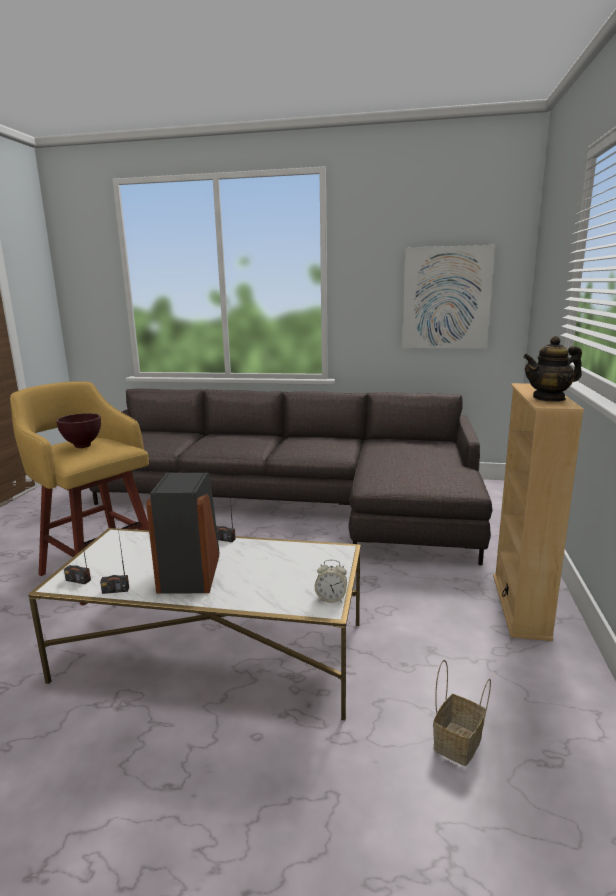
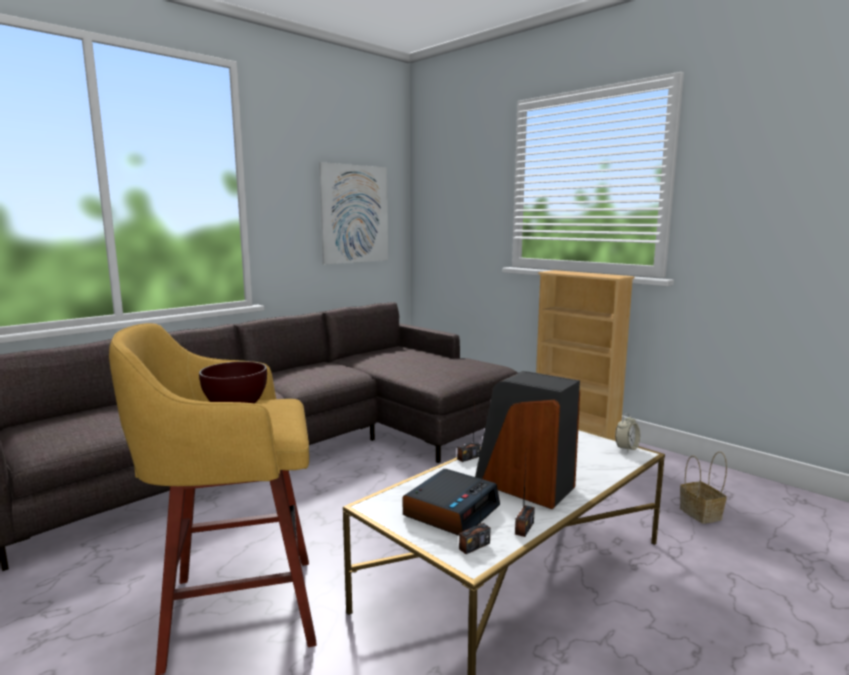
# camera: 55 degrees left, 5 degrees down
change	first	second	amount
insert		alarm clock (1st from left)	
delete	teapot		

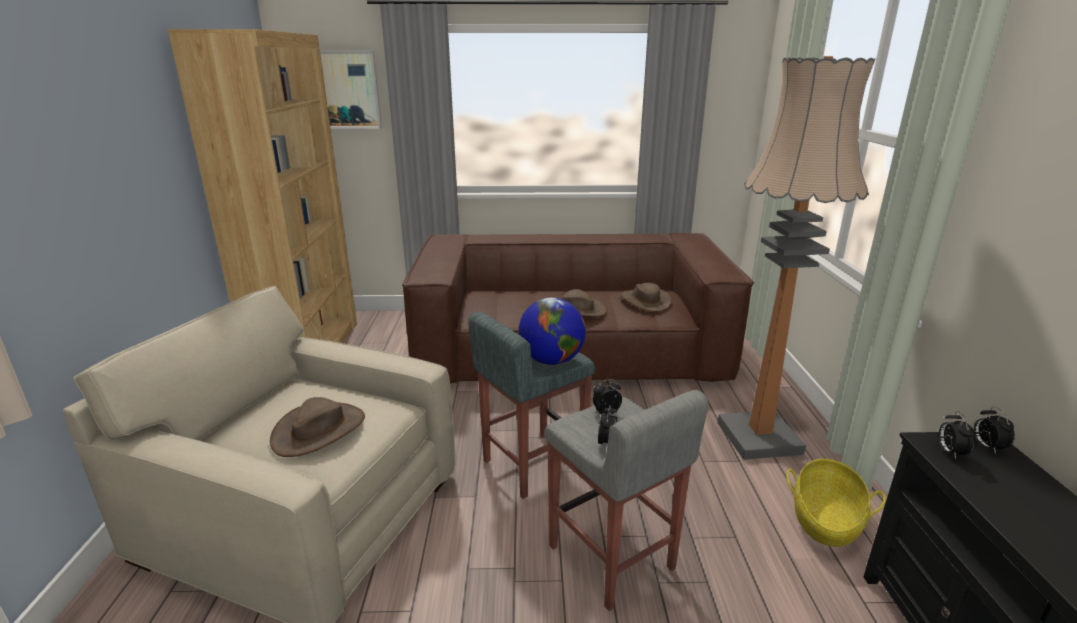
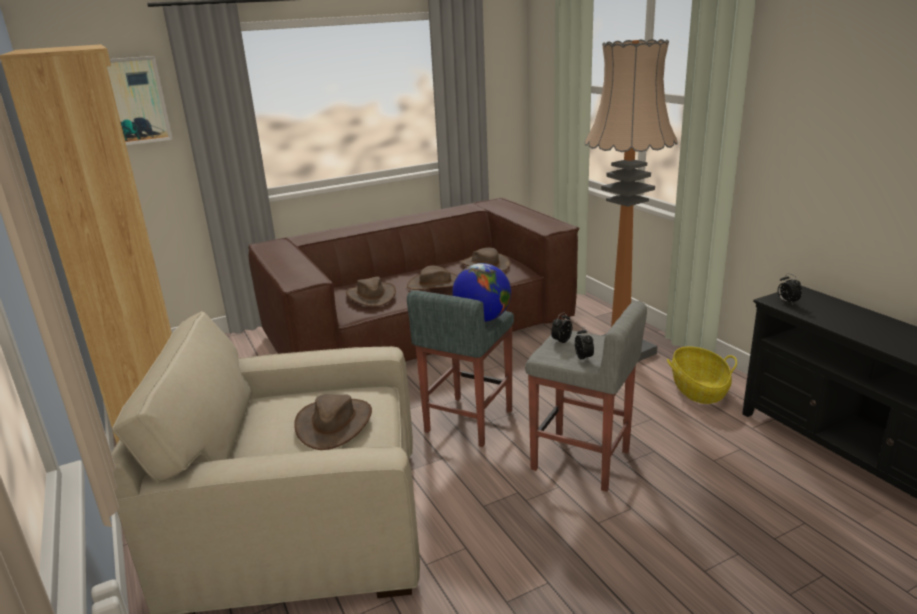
# camera: 25 degrees left, 0 degrees up
change	first	second	amount
insert		brown hat (2nd from left)	
delete	alarm clock (4th from left)		

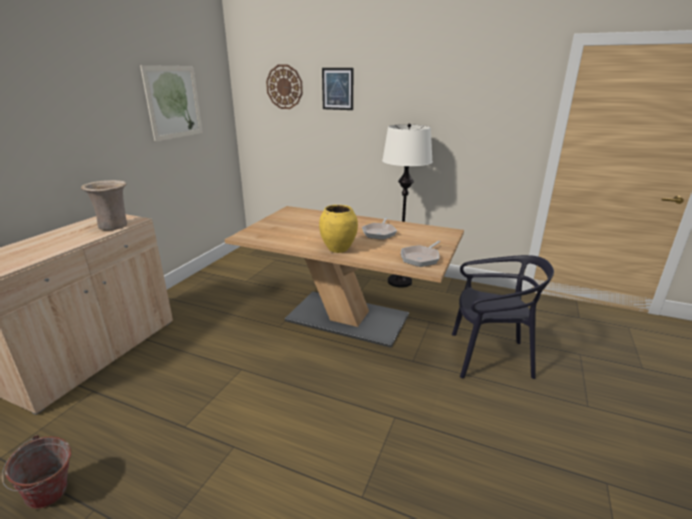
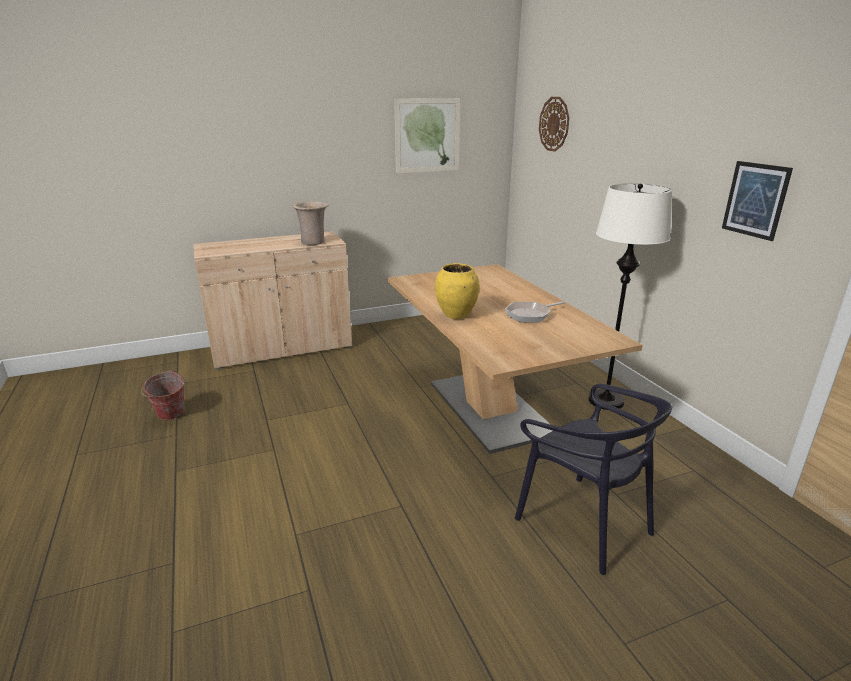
# camera: 45 degrees right, 0 degrees up
change	first	second	amount
move	picture (2nd from left)		
delete	frying pan (2nd from left)		

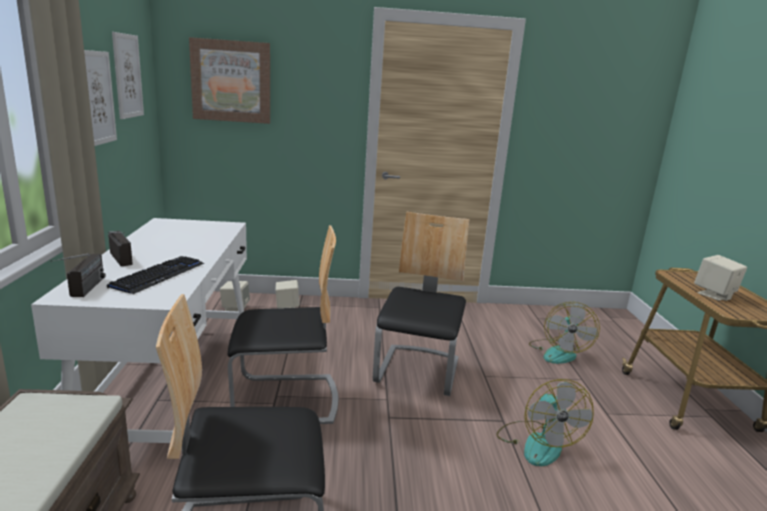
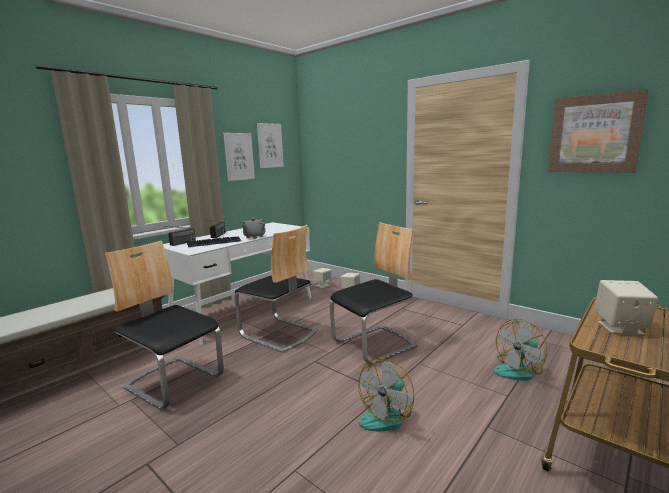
# camera: 45 degrees right, 5 degrees down
change	first	second	amount
insert		grey teapot	
move	picture (3rd from left)		

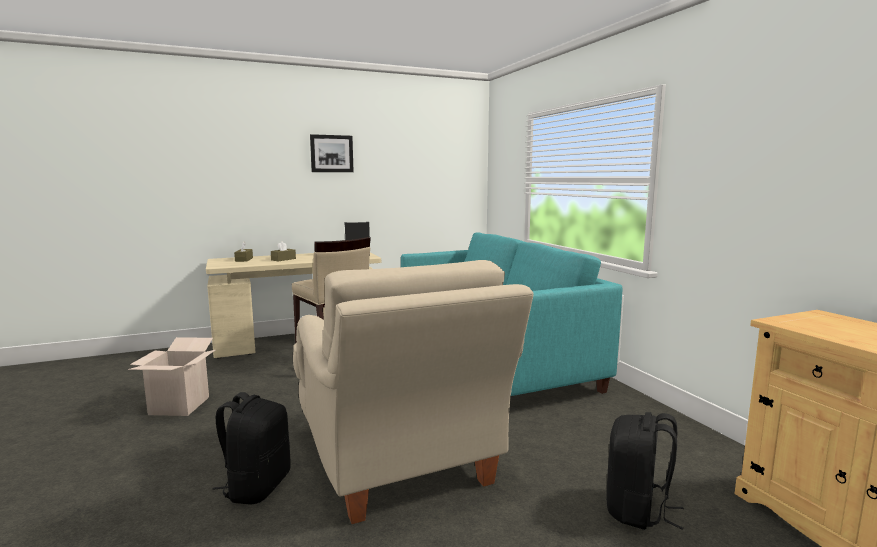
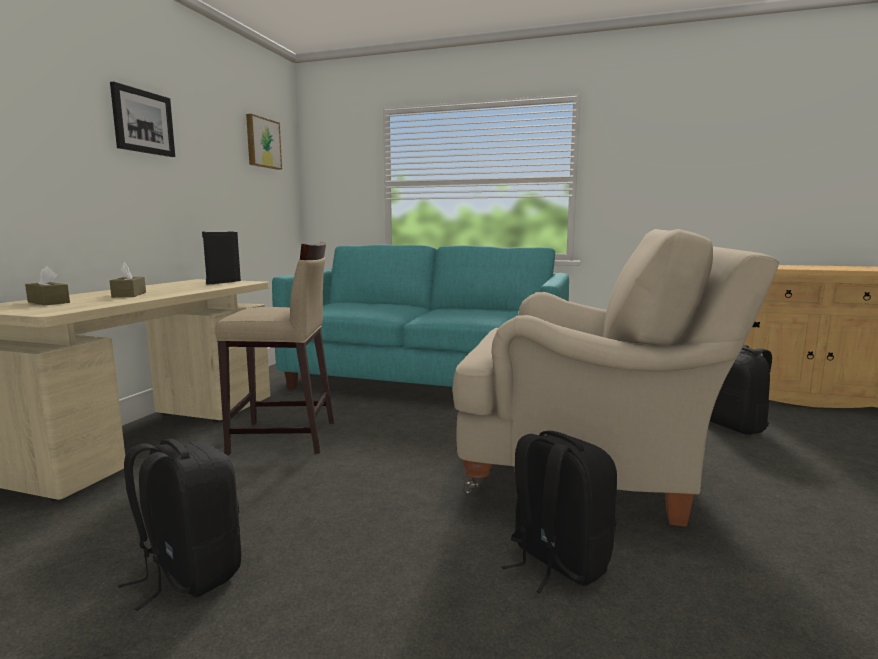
# camera: 50 degrees left, 0 degrees up
change	first	second	amount
replace	cardboard box	black backpack (1st from left)	
insert		picture (2nd from left)	

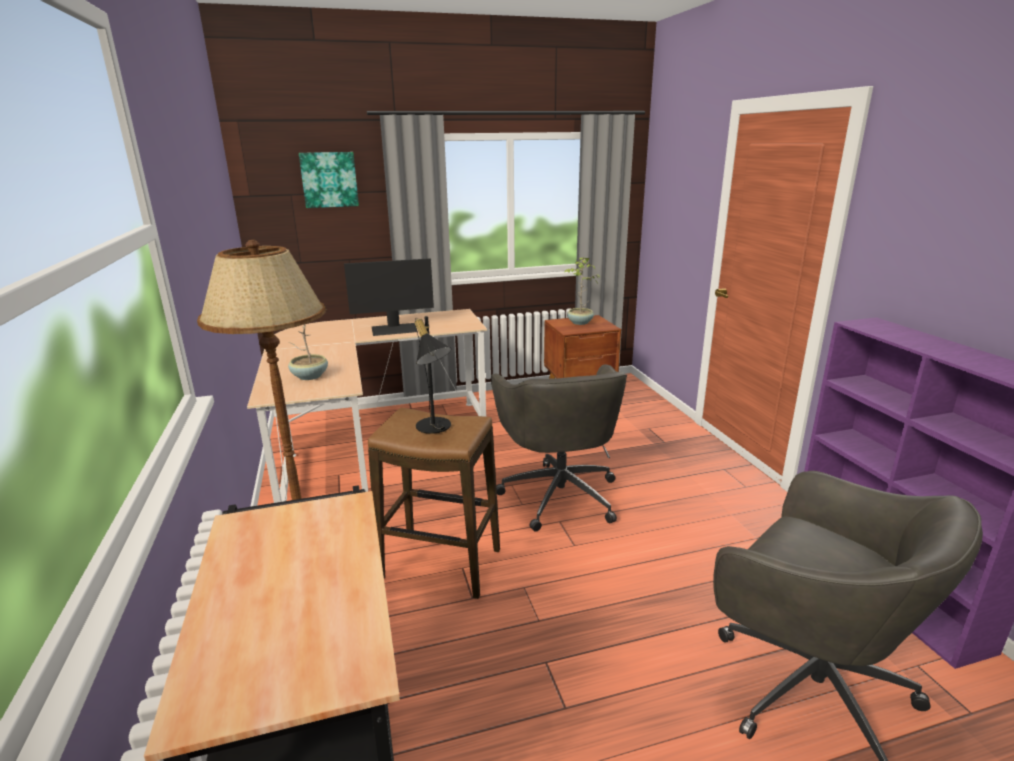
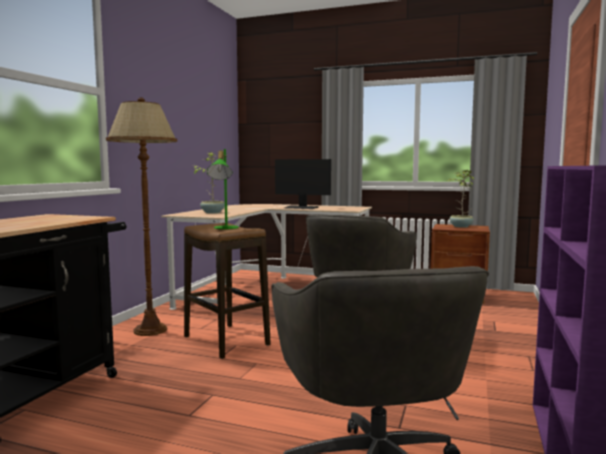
# camera: 35 degrees right, 15 degrees down
change	first	second	amount
recolor	black table lamp	green table lamp	
delete	picture		

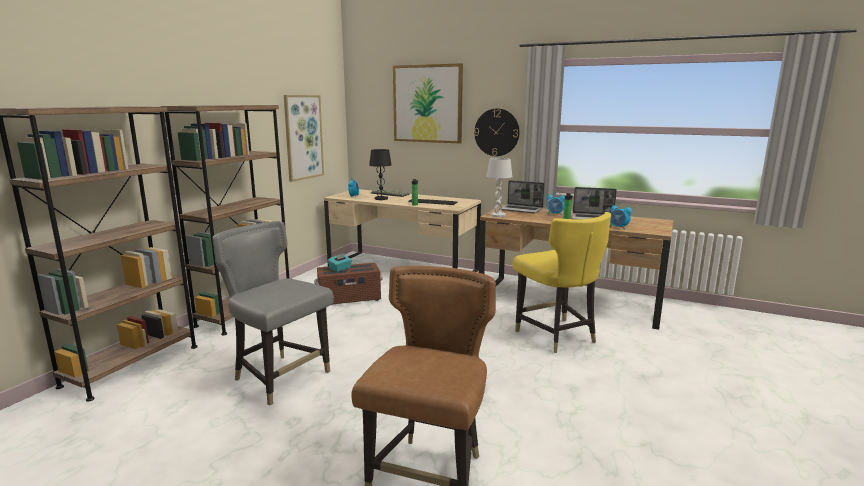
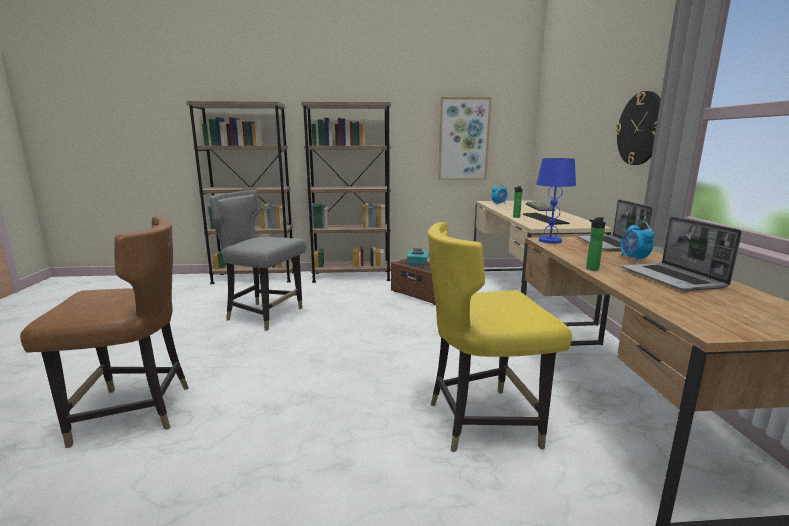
# camera: 60 degrees right, 0 degrees up
change	first	second	amount
rotate	grey chair		75 degrees counterclockwise
rotate	yellow chair		45 degrees clockwise
recolor	white table lamp	blue table lamp	
delete	black table lamp		
delete	picture (2nd from left)		
delete	alarm clock (3rd from left)		

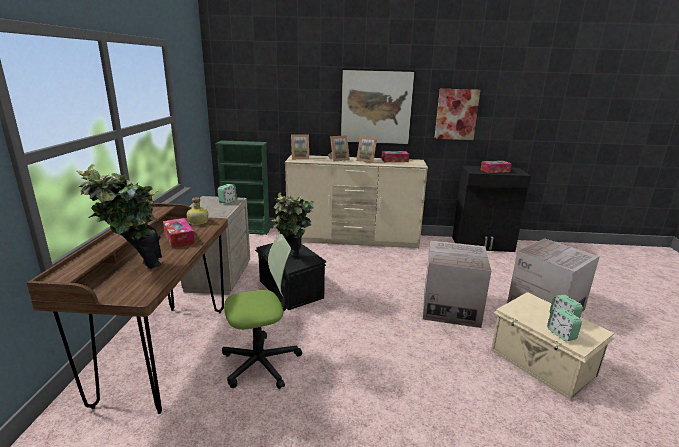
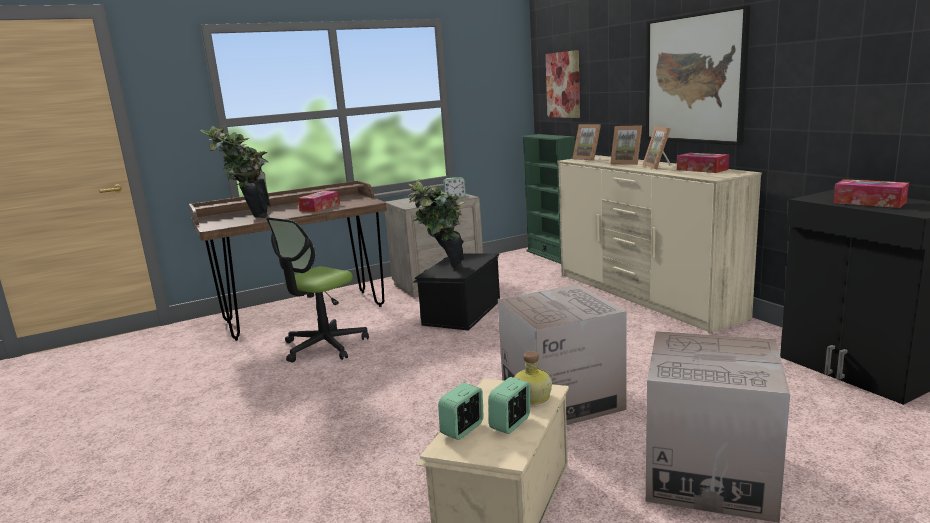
# camera: 60 degrees right, 5 degrees down
change	first	second	amount
rotate	office chair		90 degrees clockwise
move	bottle		
move	picture (2nd from left in the first image)	picture (1st from left)	

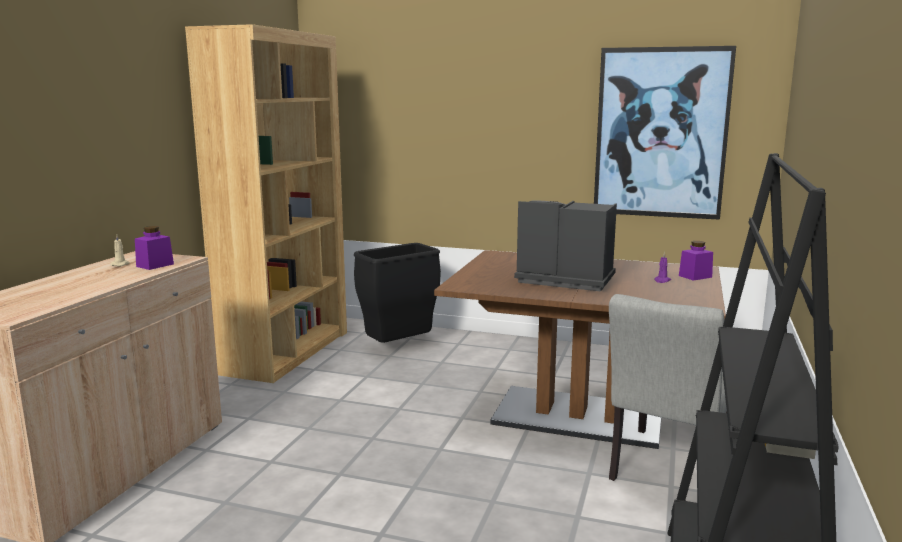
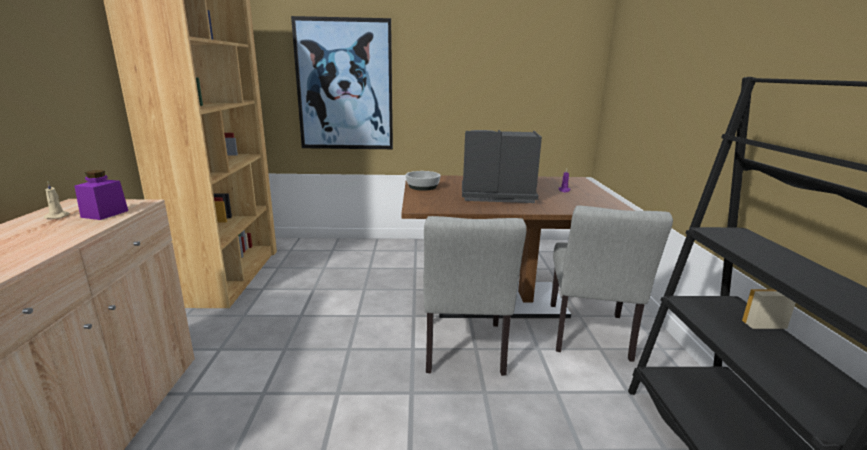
# camera: 20 degrees left, 5 degrees up
change	first	second	amount
move	picture		
insert		bowl	
insert		grey chair (1st from left)	
delete	black trash can		
delete	purple jar (2nd from left)		

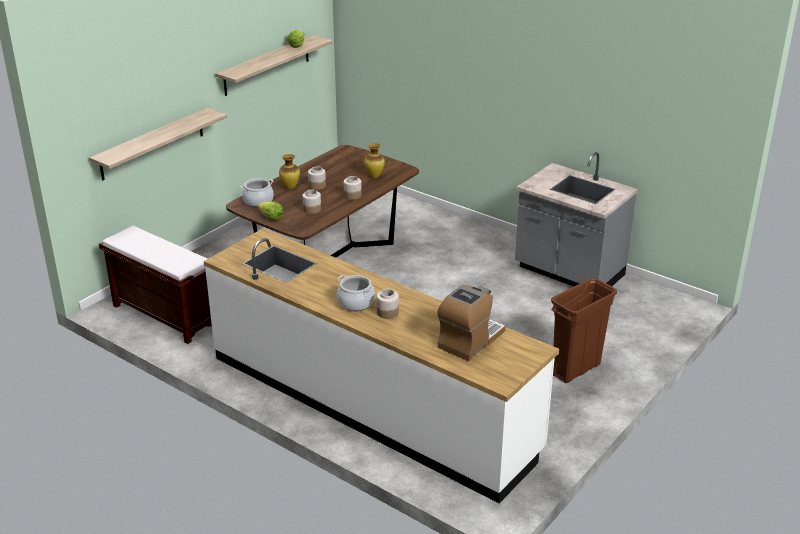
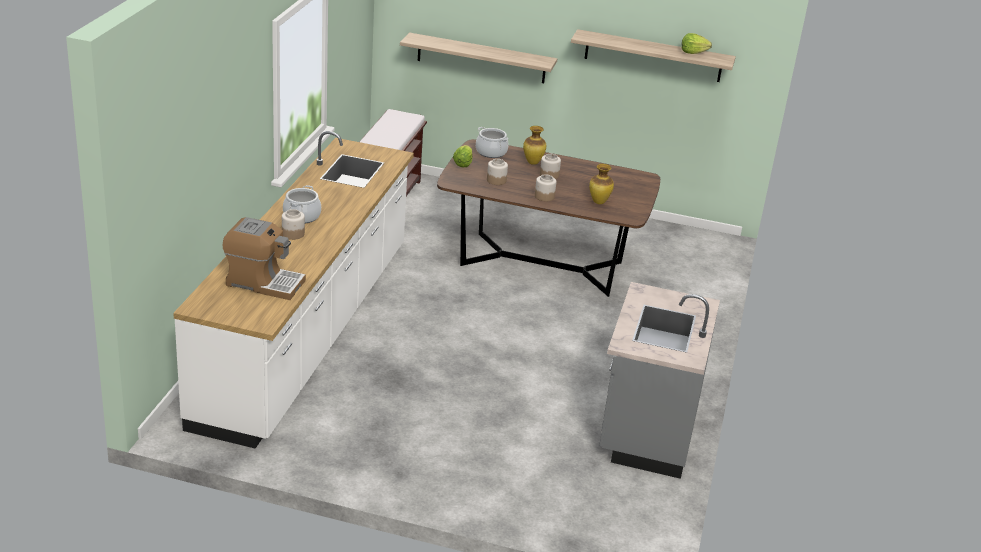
# camera: 65 degrees right, 0 degrees up
change	first	second	amount
delete	brown trash can		

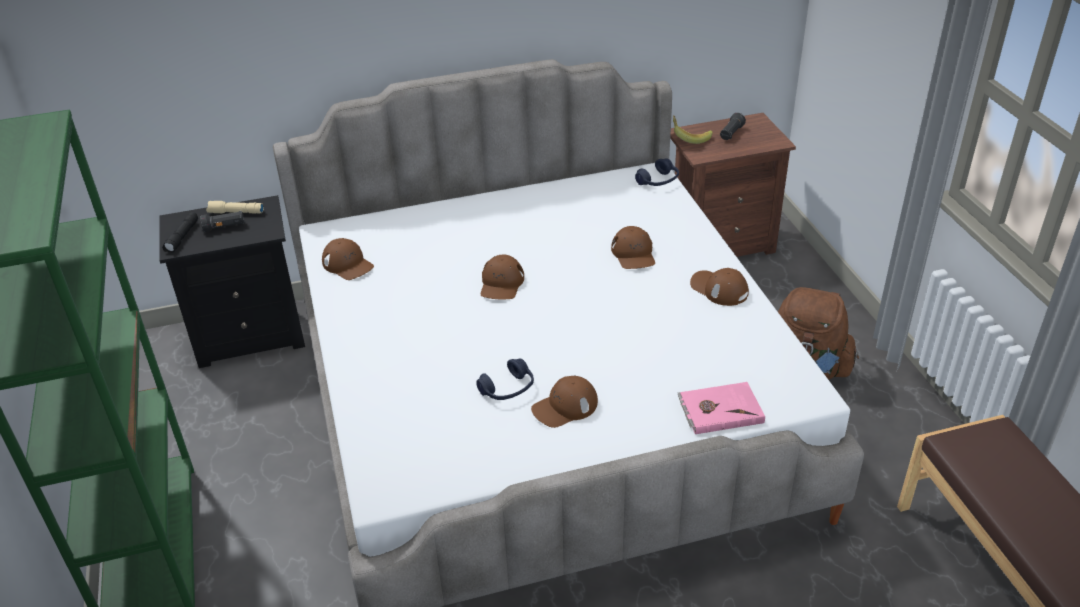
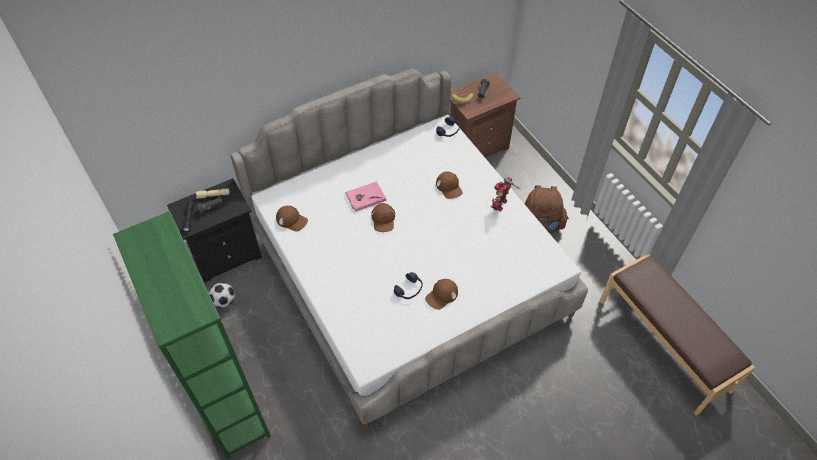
# camera: 15 degrees left, 15 degrees up
change	first	second	amount
insert		football	
move	pink book		
replace	brown cap (5th from left)	toy robot	

